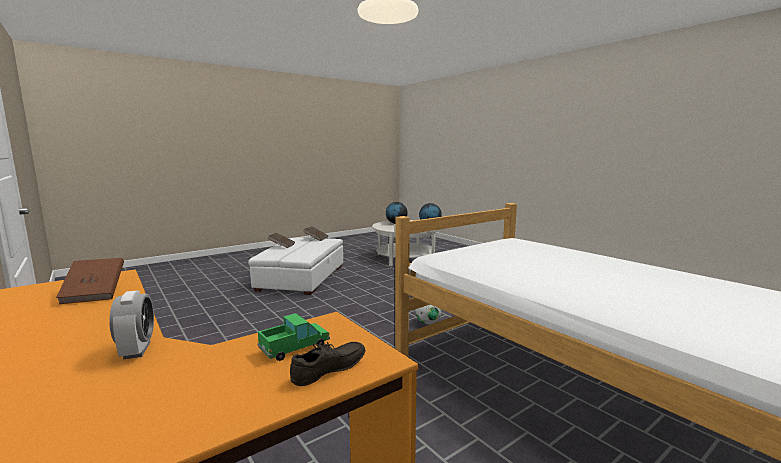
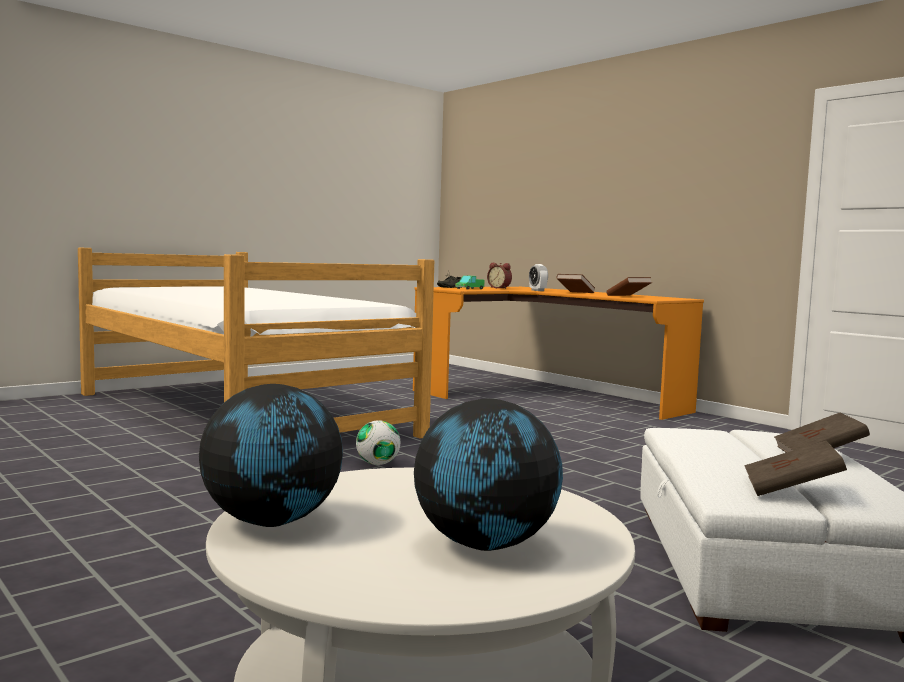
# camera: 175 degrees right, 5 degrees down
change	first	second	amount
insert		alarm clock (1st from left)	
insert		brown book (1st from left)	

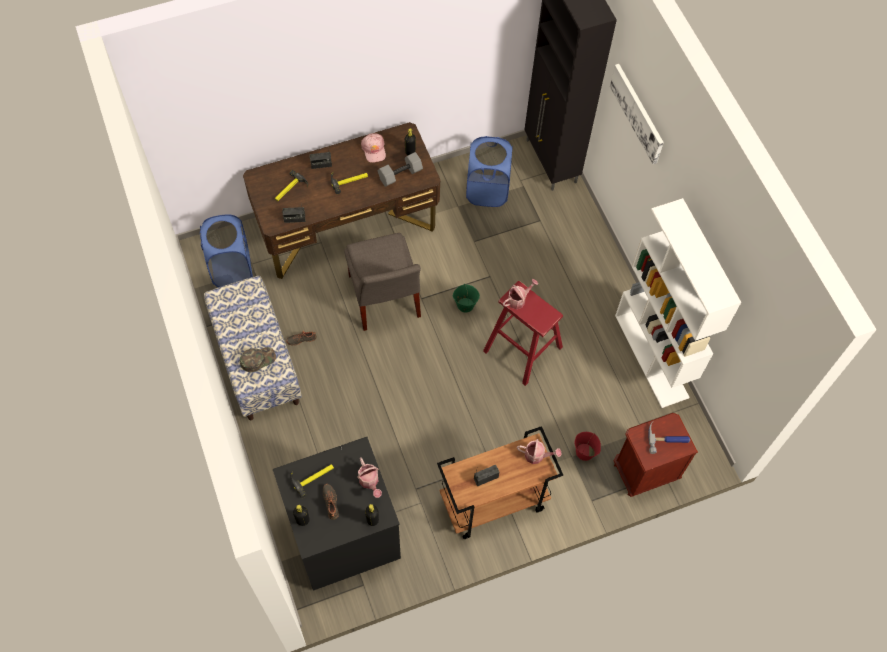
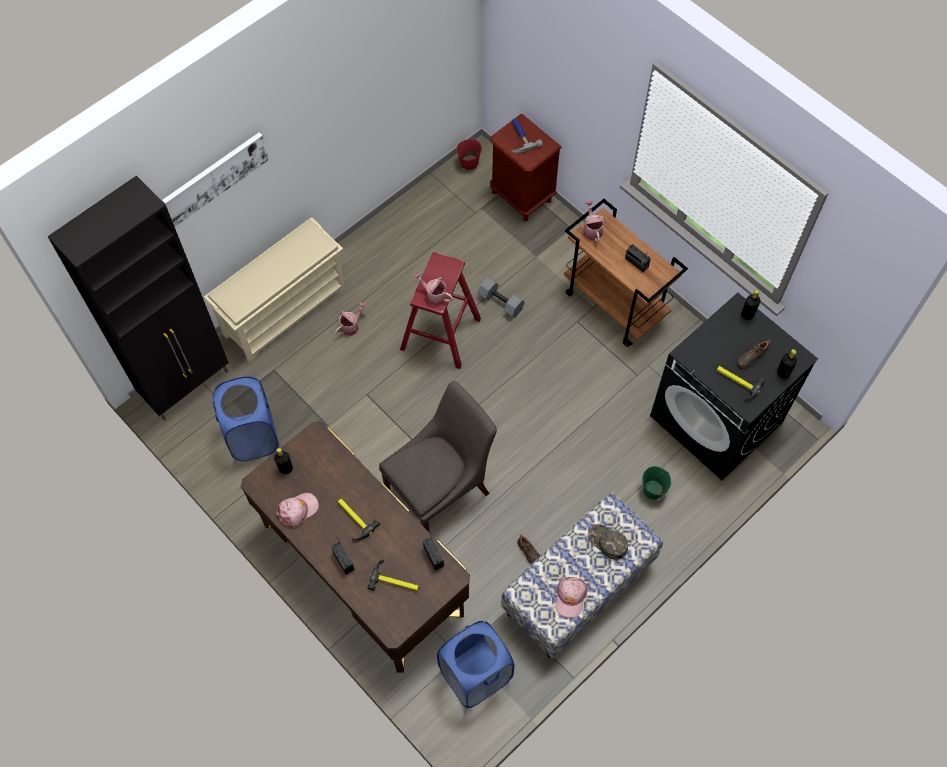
# camera: 110 degrees left, 0 degrees up
change	first	second	amount
insert		beige shoe rack	
move	watering can (1st from left)		
move	red bucket		
move	grey dumbbell		
insert		pink cap (2nd from left)	
move	green bucket		
delete	white bookcase		

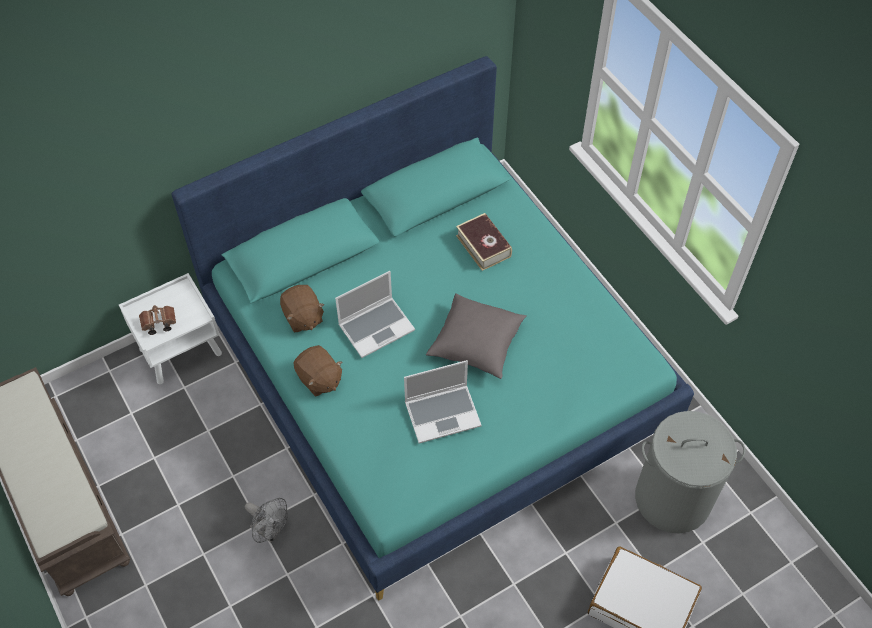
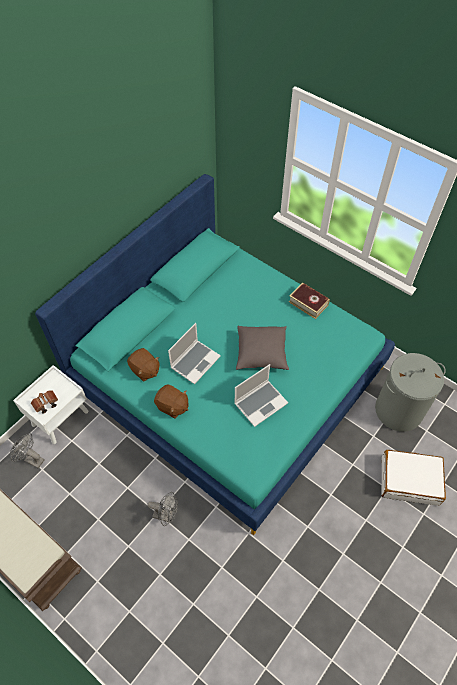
# camera: 20 degrees left, 0 degrees up
change	first	second	amount
insert		grey fan (1st from left)	
move	book		

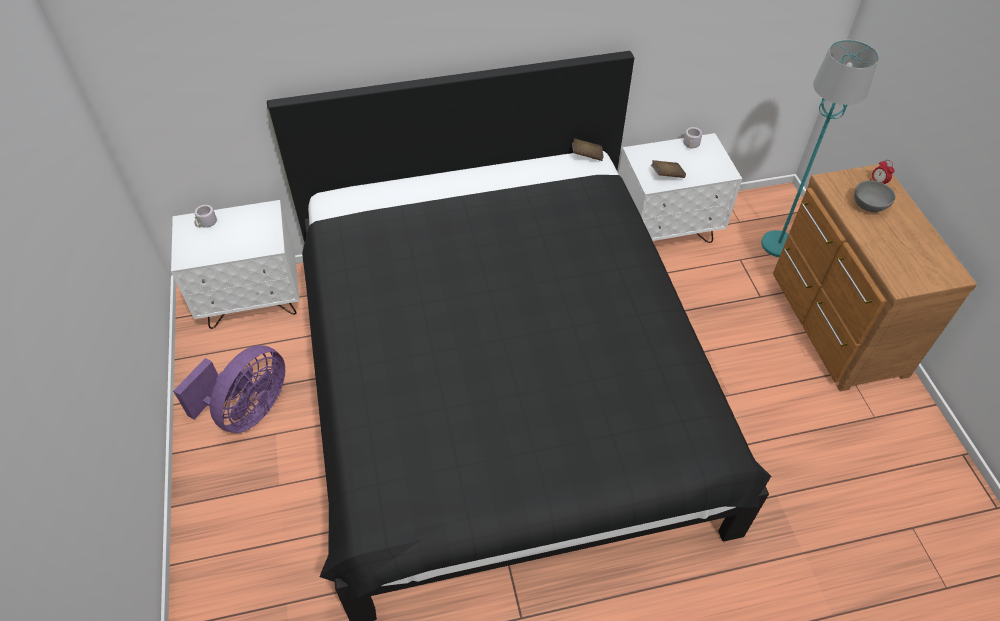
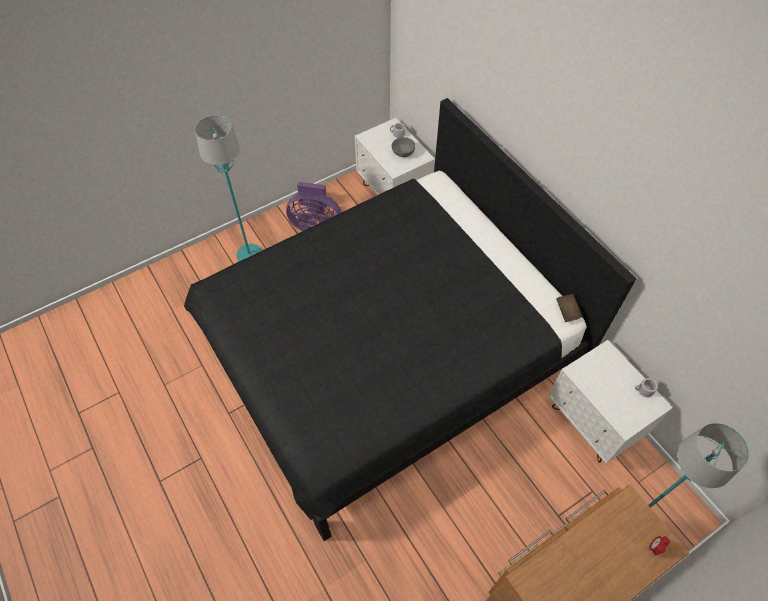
# camera: 70 degrees right, 5 degrees up
change	first	second	amount
insert		turquoise floor lamp (1st from left)	
move	grey bowl		
delete	brown book (2nd from left)		

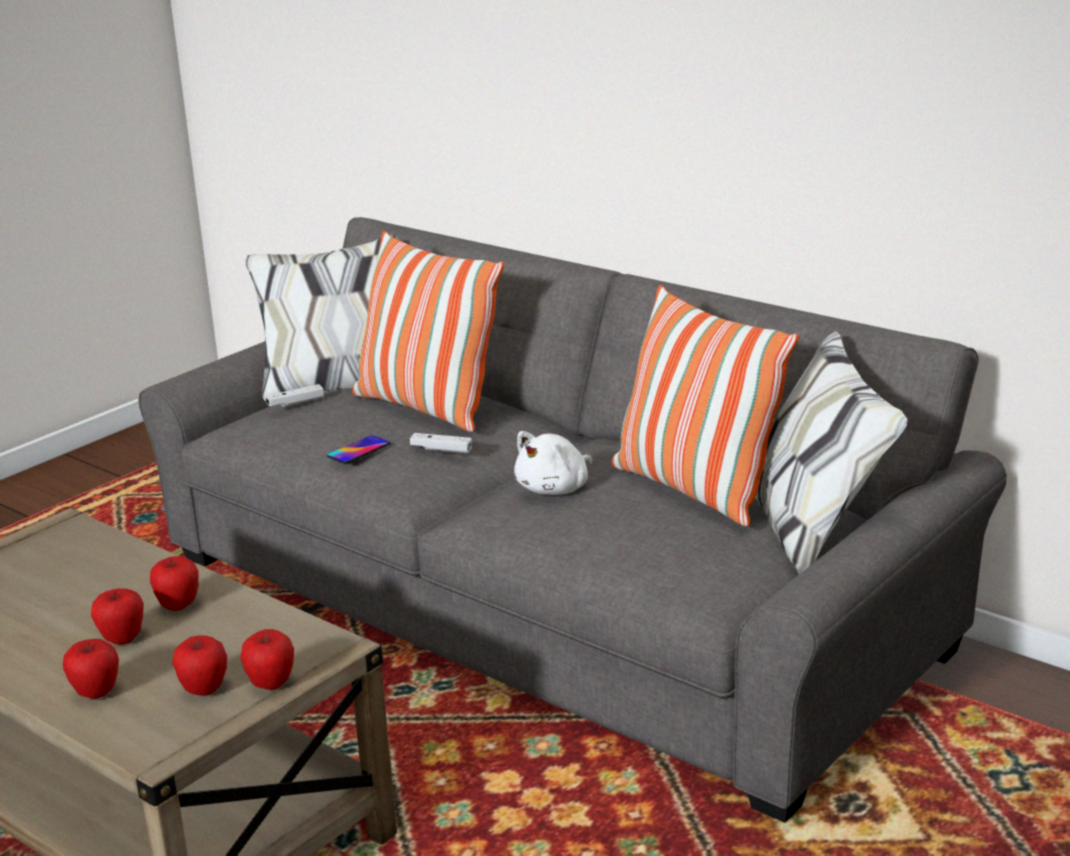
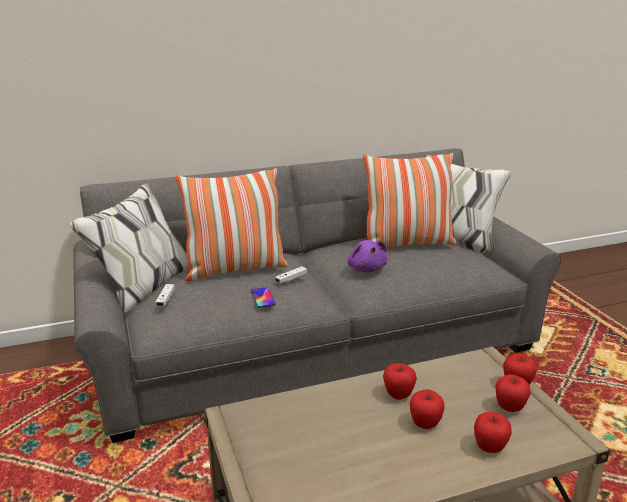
# camera: 60 degrees left, 0 degrees up
change	first	second	amount
recolor	white plush toy	purple plush toy	

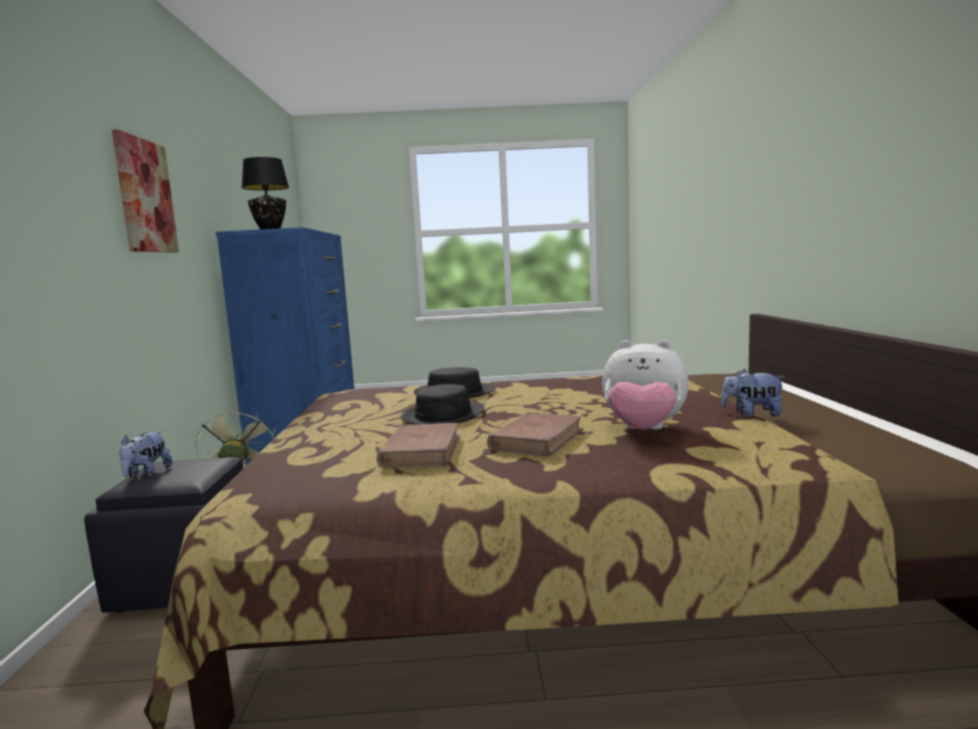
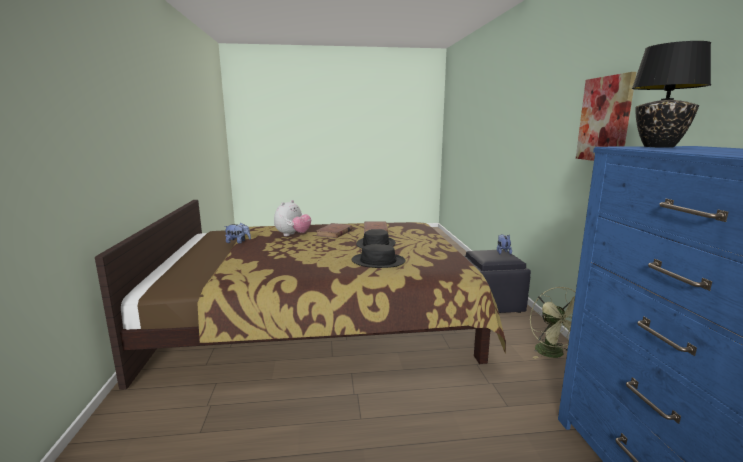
# camera: 175 degrees right, 5 degrees up
change	first	second	amount
rotate	plush toy (2nd from left)		105 degrees clockwise

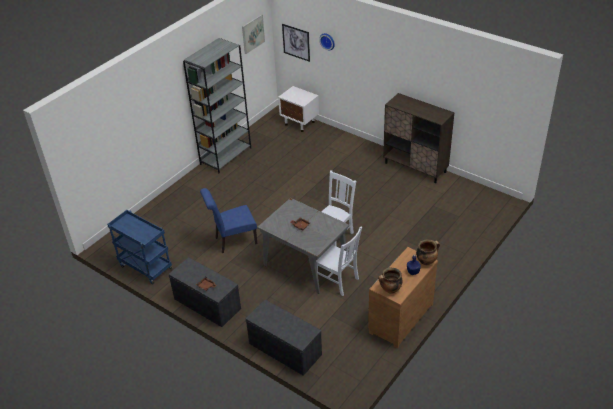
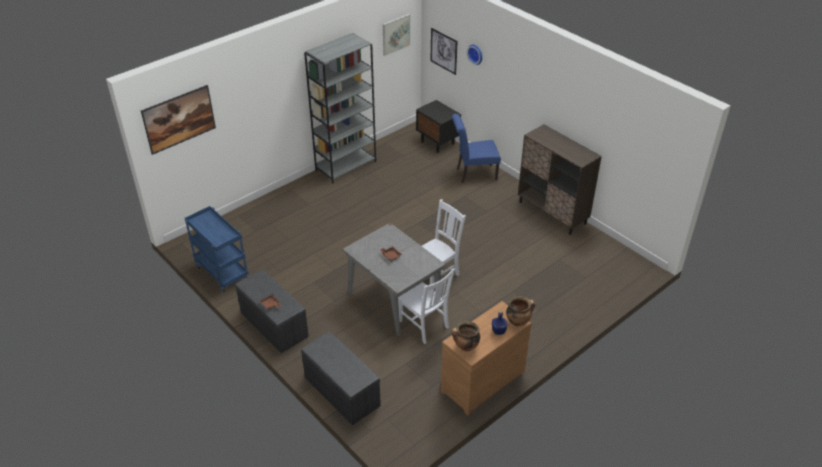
# camera: 10 degrees right, 0 degrees up
change	first	second	amount
insert		picture (1st from left)	
recolor	white nightstand	black nightstand	
move	blue chair		

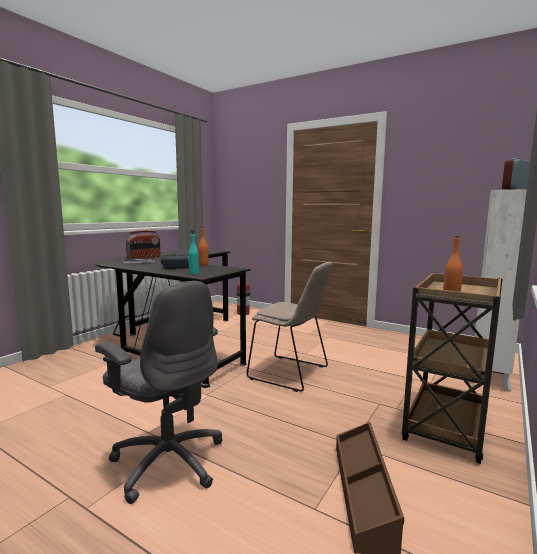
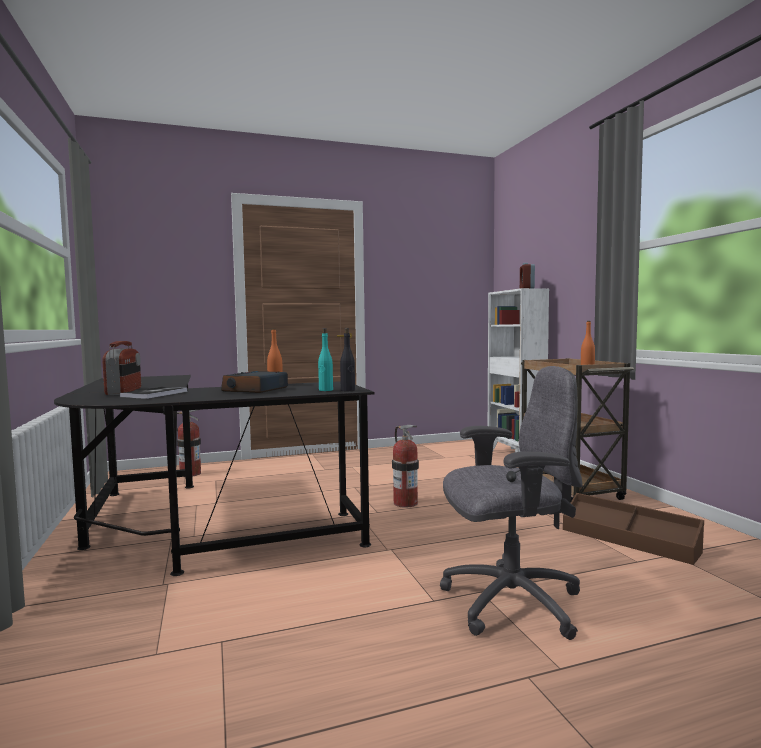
# camera: 50 degrees left, 5 degrees down
change	first	second	amount
insert		black bottle	
replace	beige chair	fire extinguisher (2nd from left)	

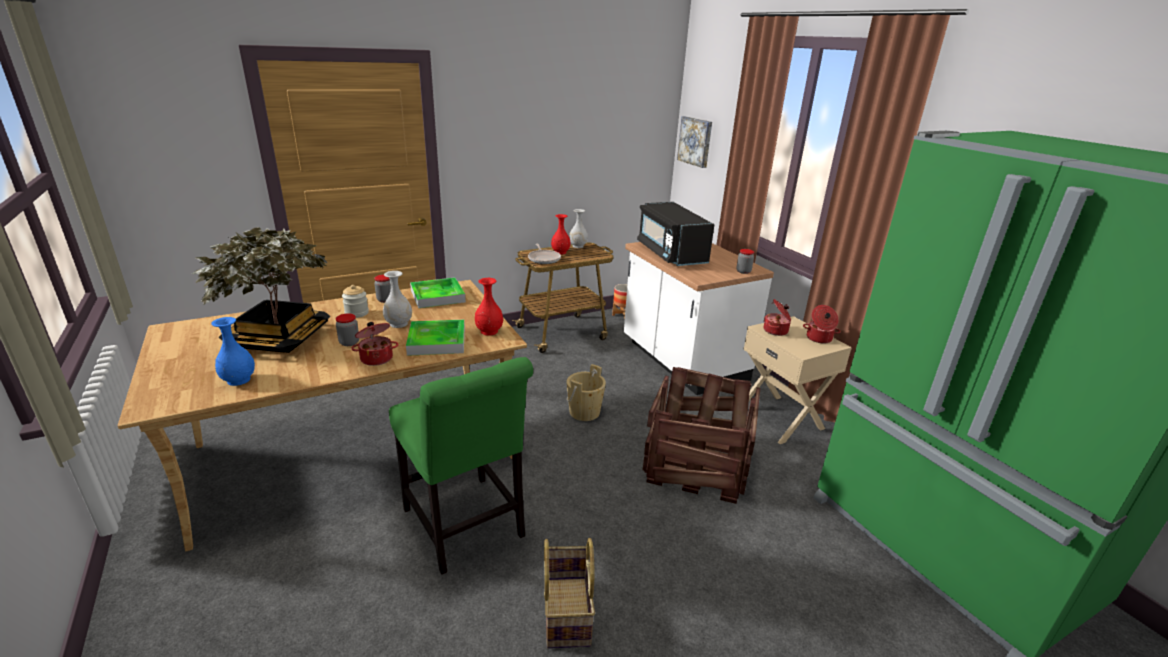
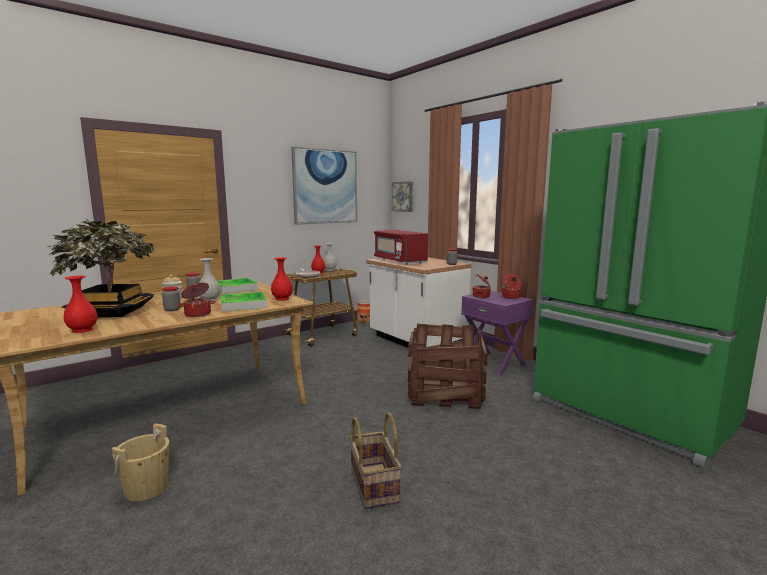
# camera: 10 degrees left, 15 degrees down
change	first	second	amount
recolor	blue vase	red vase (1st from left)	
move	beige bucket		
insert		picture (1st from left)	
recolor	black microwave	red microwave	
recolor	beige nightstand	purple nightstand	
delete	green chair		

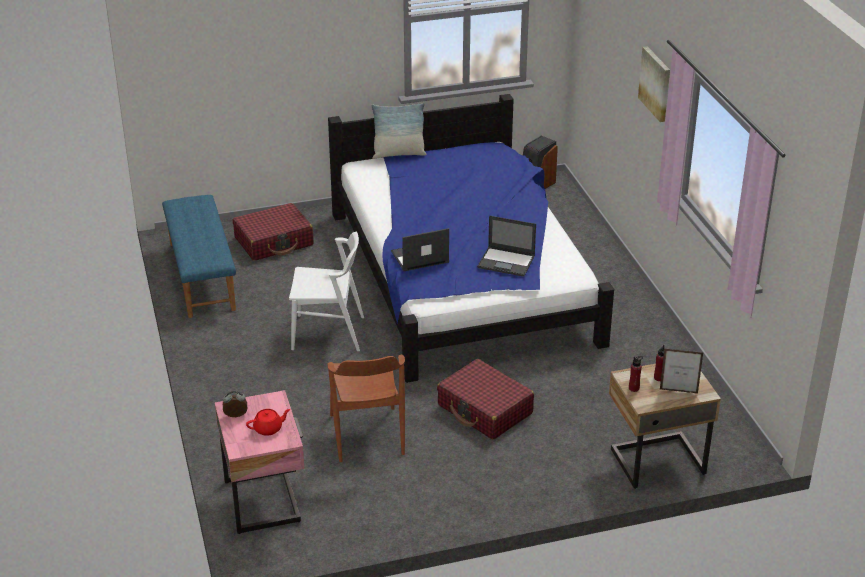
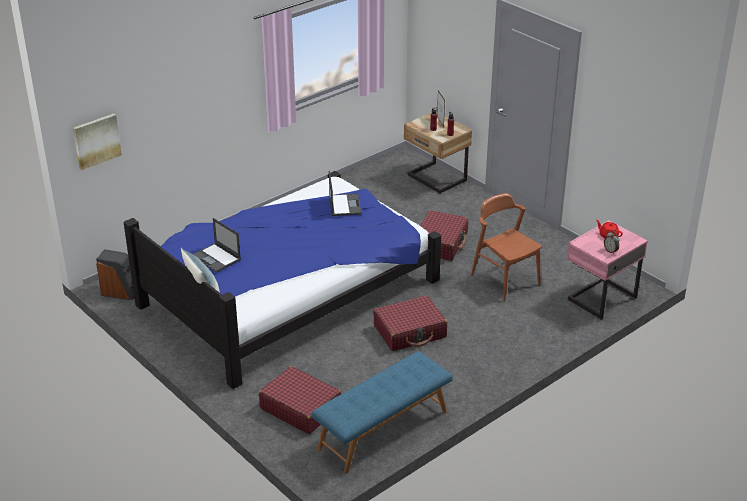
# camera: 115 degrees left, 0 degrees up
change	first	second	amount
move	picture		
move	laptop (1st from left)		
replace	white chair	red suitcase (2nd from left)	
rotate	brown chair		90 degrees counterclockwise

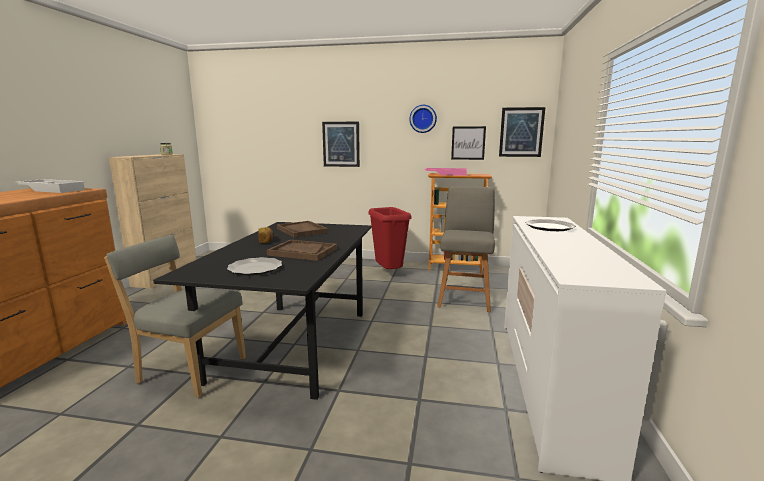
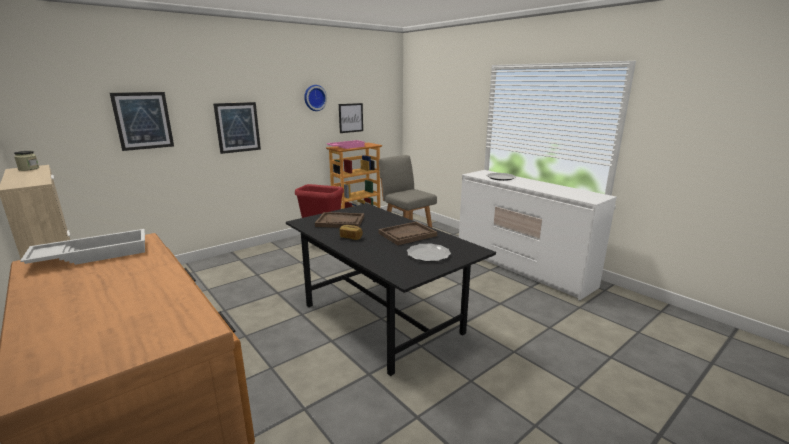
# camera: 50 degrees left, 5 degrees up
change	first	second	amount
move	picture (3rd from left in the first image)	picture (1st from left)	
delete	grey chair (1st from left)		

